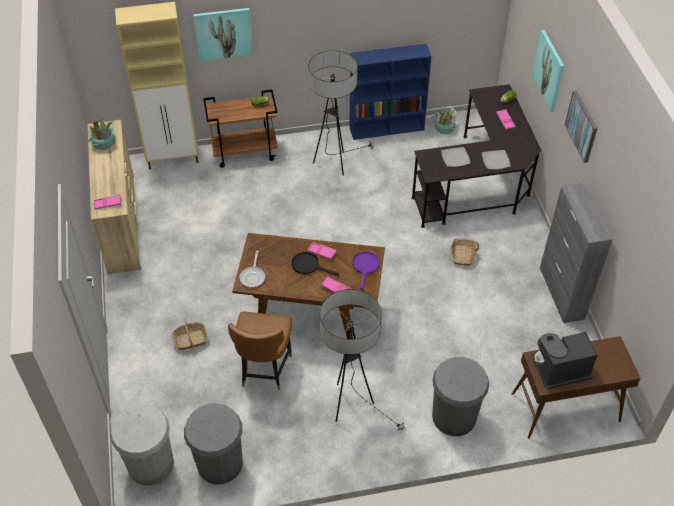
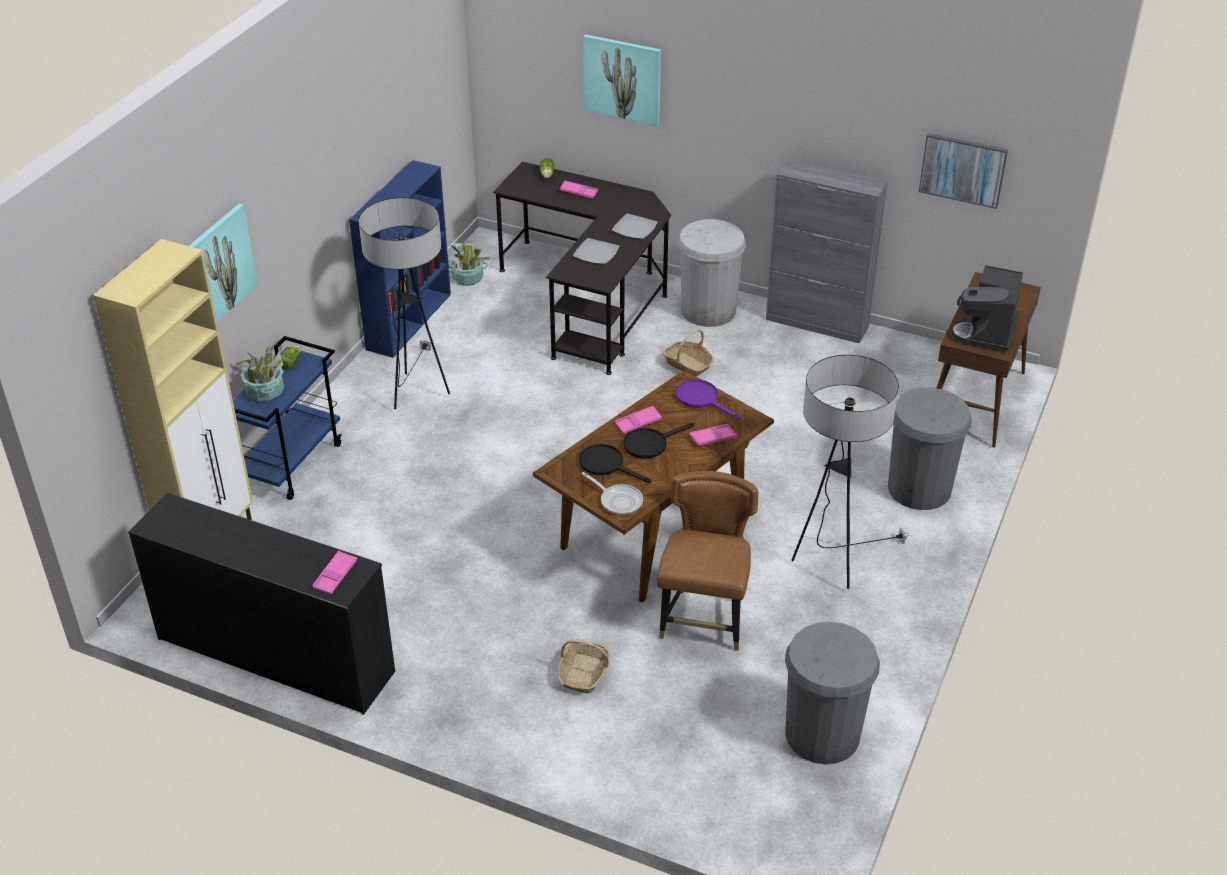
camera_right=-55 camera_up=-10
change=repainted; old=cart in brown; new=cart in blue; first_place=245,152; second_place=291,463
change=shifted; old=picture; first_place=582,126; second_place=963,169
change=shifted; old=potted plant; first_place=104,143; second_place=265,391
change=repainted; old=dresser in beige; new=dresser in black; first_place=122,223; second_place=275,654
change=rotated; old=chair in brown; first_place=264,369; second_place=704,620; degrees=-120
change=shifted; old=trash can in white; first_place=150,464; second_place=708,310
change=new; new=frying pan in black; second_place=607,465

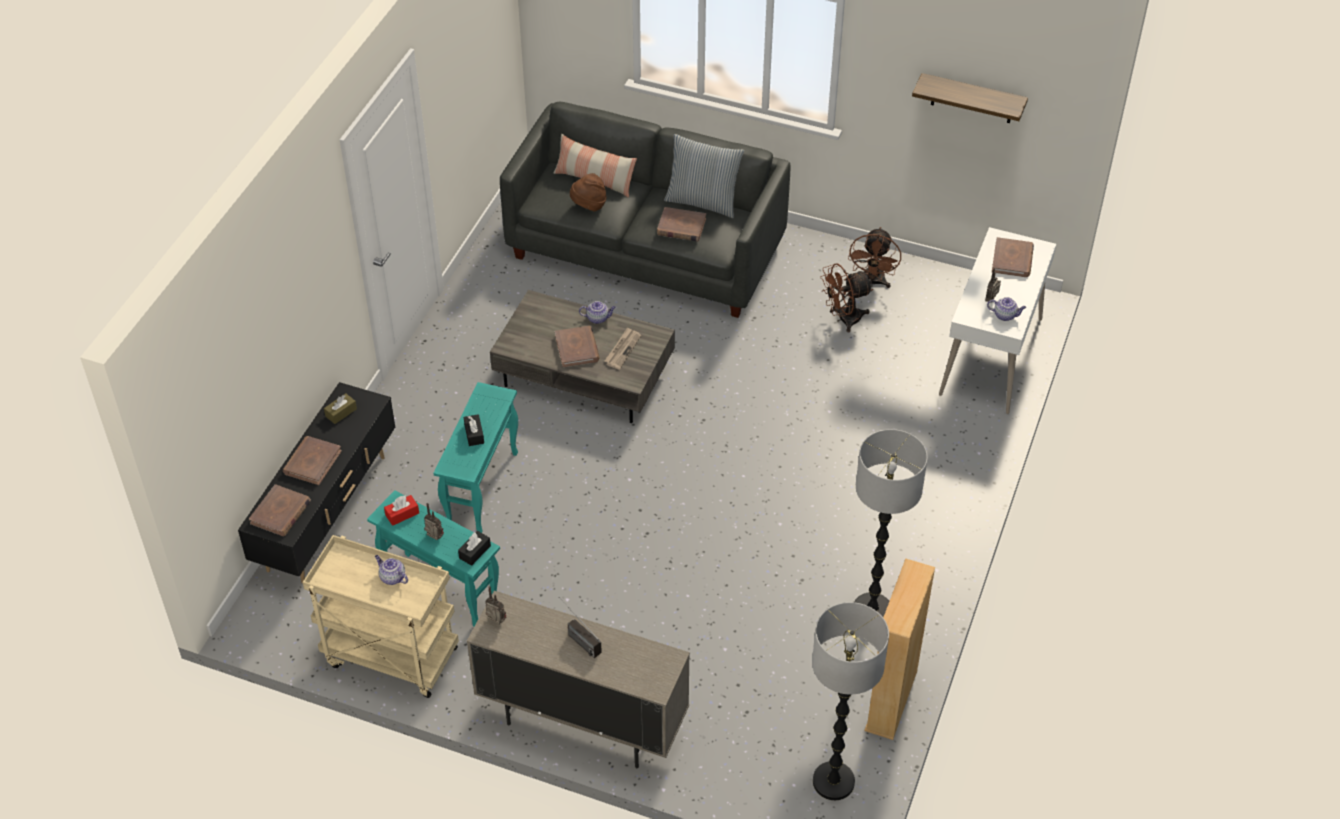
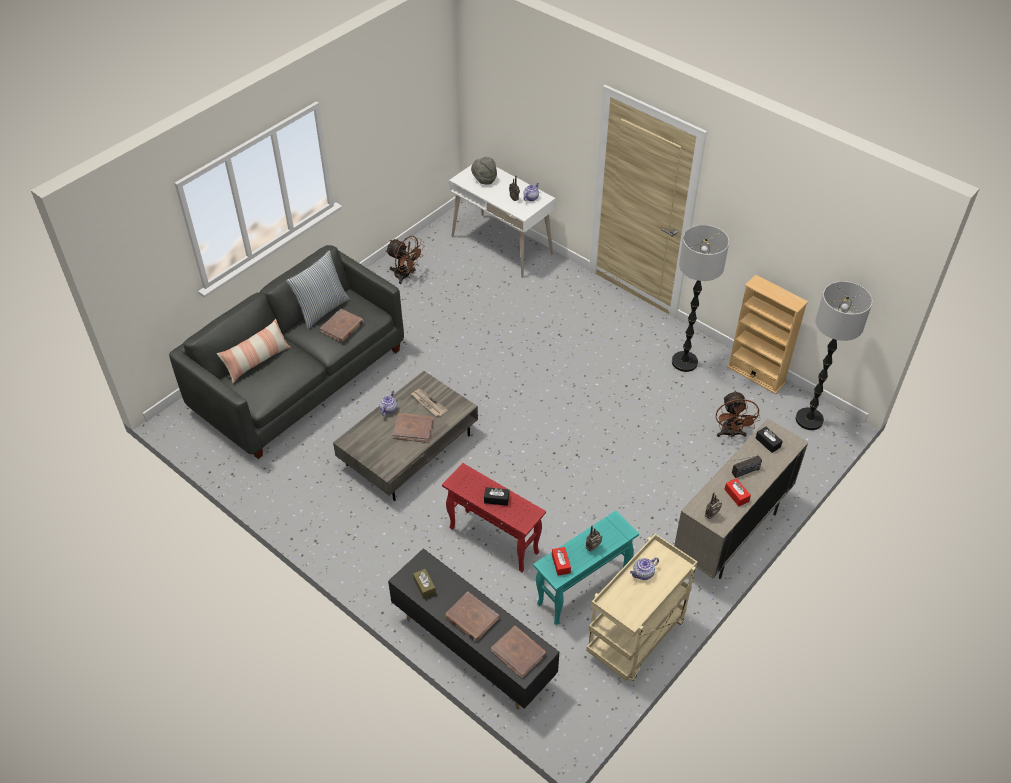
camera_right=-70 camera_up=0
change=gone; old=shelf; first_place=972,99
change=gone; old=hat in brown; first_place=589,205
change=swapped; old=book in brown; new=hat in grey; first_place=1012,260; second_place=484,179
change=shifted; old=fan in brown; first_place=843,319; second_place=731,434
change=repainted; old=side table in turquoise; new=side table in red; first_place=482,489; second_place=494,540
change=shifted; old=tissue box in black; first_place=475,552; second_place=768,442
change=new; new=tissue box in red; second_place=736,495

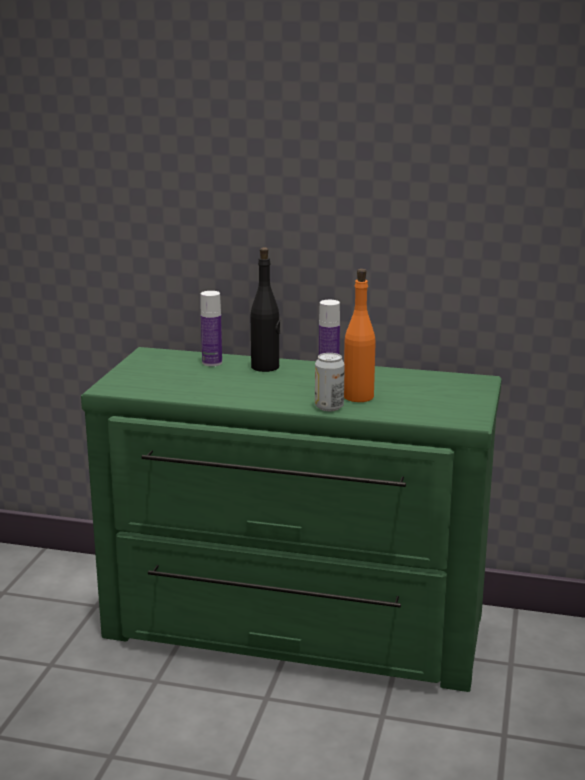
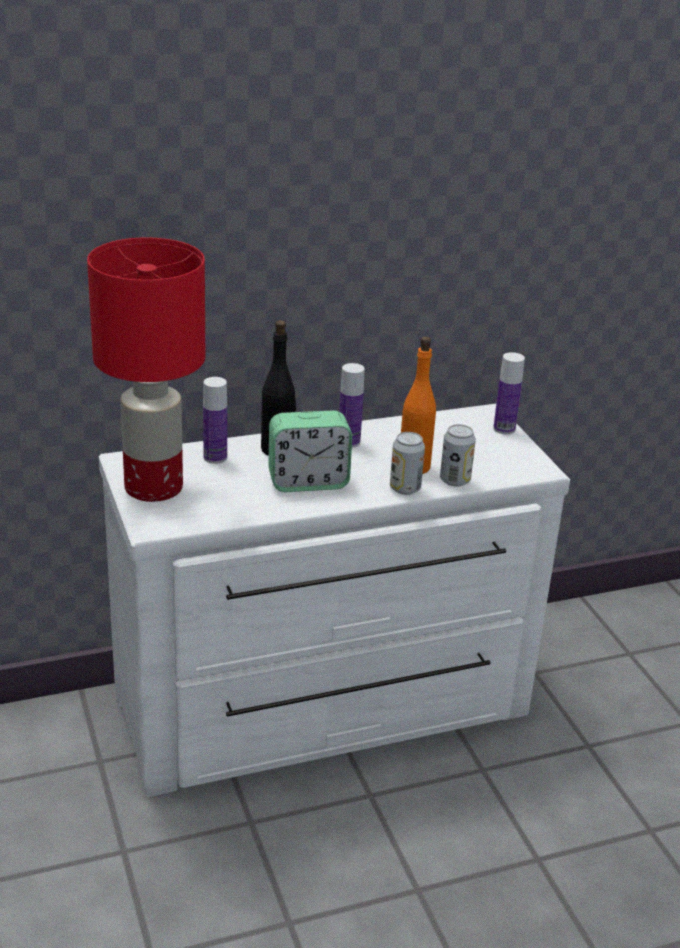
camera_right=-35 camera_up=10
change=repainted; old=dresser in green; new=dresser in white; first_place=293,630; second_place=326,711
change=new; new=table lamp in red; second_place=152,487
change=new; new=bottle; second_place=504,429
change=new; new=alarm clock; second_place=308,482
change=new; new=can; second_place=455,480

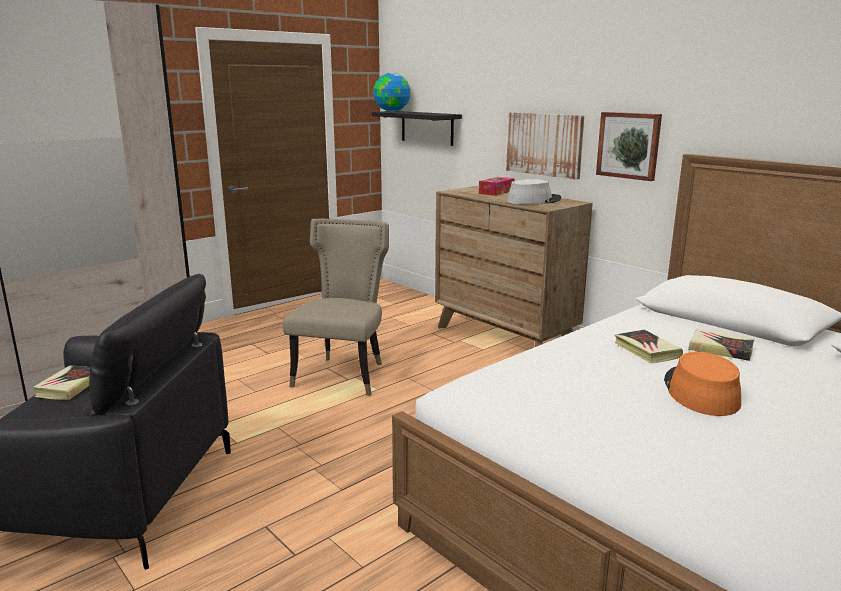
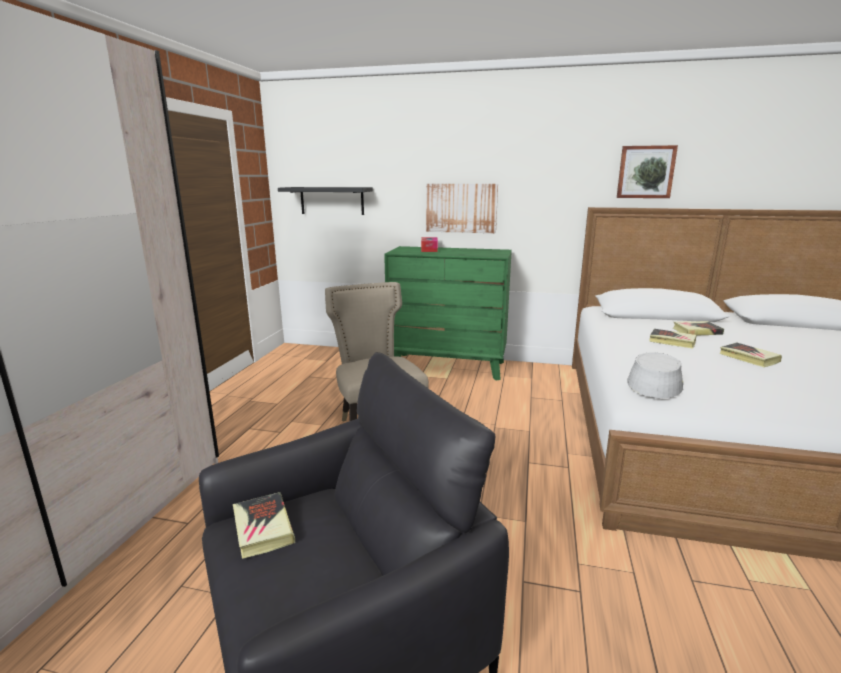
camera_right=-35 camera_up=0
change=gone; old=globe; first_place=391,111
change=shifted; old=picture; first_place=629,145; second_place=645,172
change=shifted; old=hat in grey; first_place=533,200; second_place=654,382
change=repainted; old=dresser in brown; new=dresser in green; first_place=504,337; second_place=447,366
change=swapped; old=hat in orange; new=book; first_place=700,392; second_place=748,358

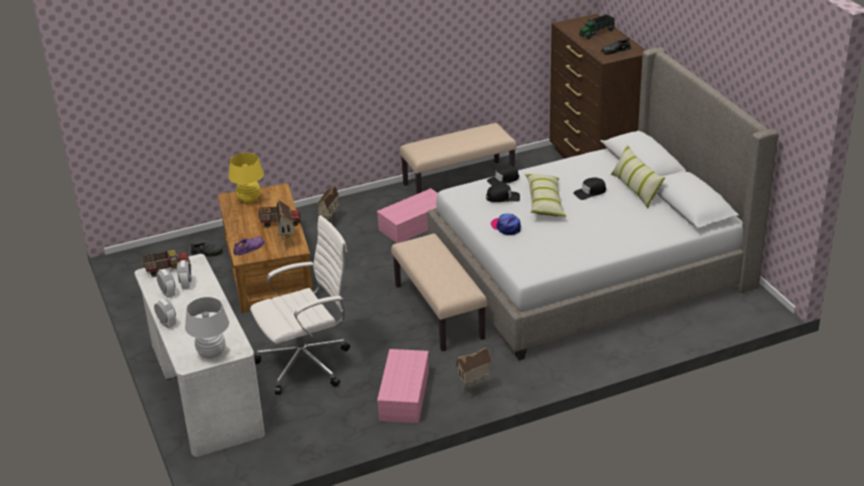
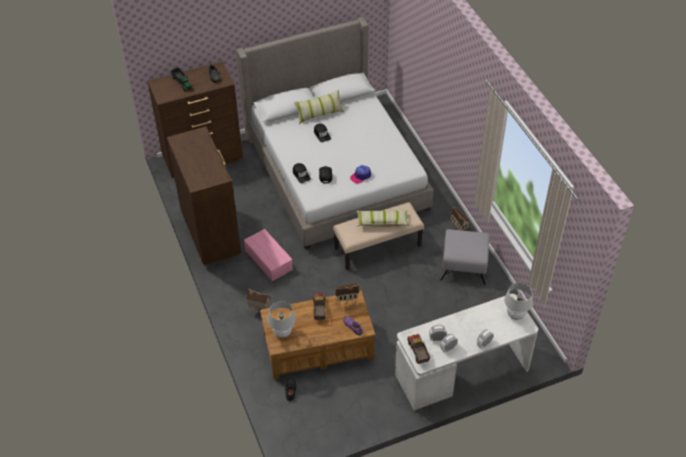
camera_right=-90 camera_up=15
change=swapped; old=bench in beige; new=dresser in brown; first_place=459,181; second_place=211,234
change=repainted; old=table lamp in yellow; new=table lamp in white; first_place=249,199; second_place=282,332
change=shifted; old=pillow; first_place=545,202; second_place=382,222
change=gone; old=office chair in white; first_place=307,364
change=swapped; old=storage box in pink; new=ottoman in grey; first_place=403,394; second_place=463,265

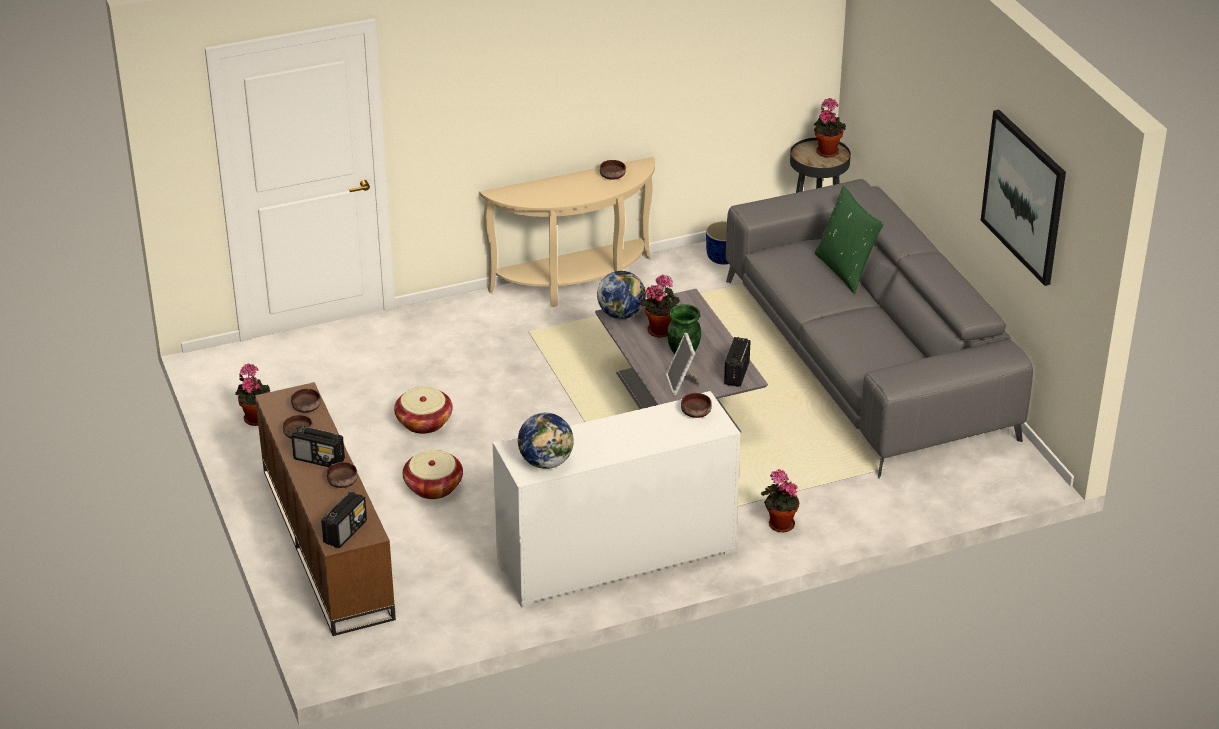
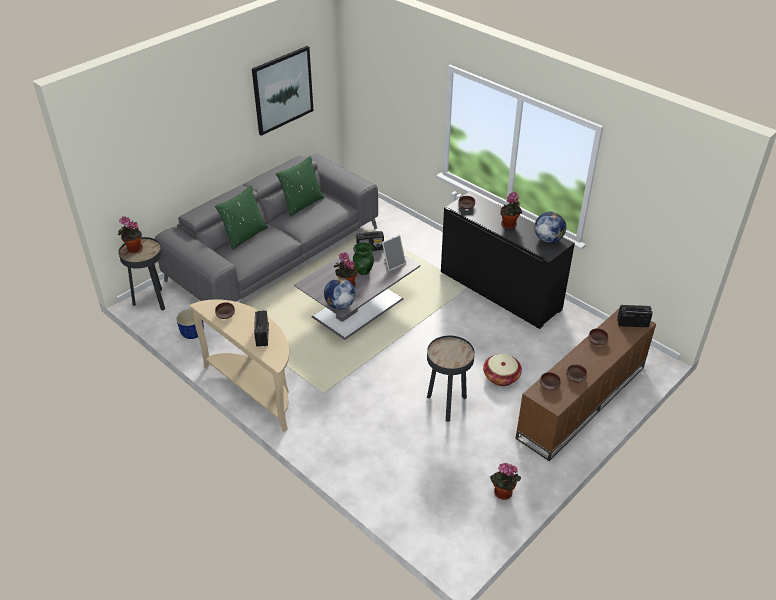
camera_right=-115 camera_up=5
change=swapped; old=basket; new=side table in black; first_place=424,422; second_place=447,405
change=repainted; old=cabinet in white; new=cabinet in black; first_place=616,556; second_place=500,291
change=shifted; old=radio; first_place=319,459; second_place=262,335
change=shifted; old=potted plant; first_place=779,524; second_place=509,225
change=new; new=pillow in green; second_place=302,204

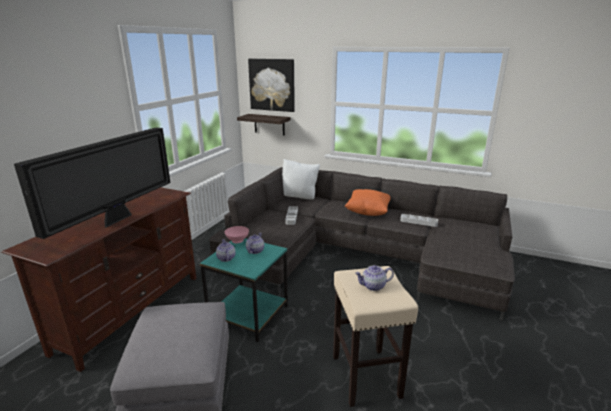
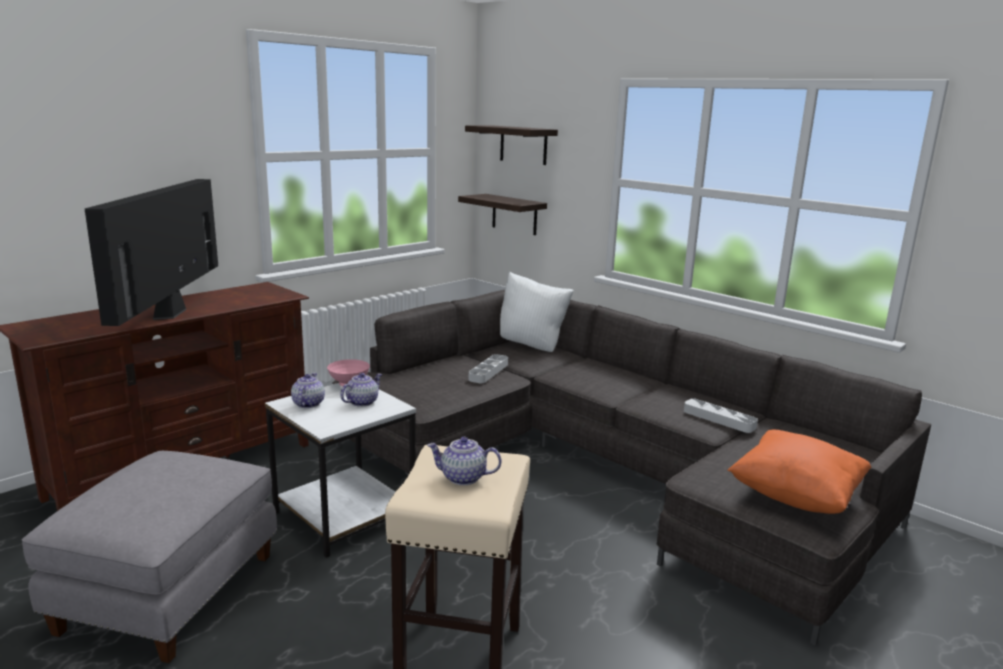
camera_right=20 camera_up=-5
change=swapped; old=picture; new=shelf; first_place=272,85; second_place=523,145
change=rotated; old=television; first_place=117,219; second_place=169,313; degrees=135
change=shifted; old=pillow in orange; first_place=368,212; second_place=796,496
change=repainted; old=side table in turquoise; new=side table in white; first_place=248,314; second_place=345,514

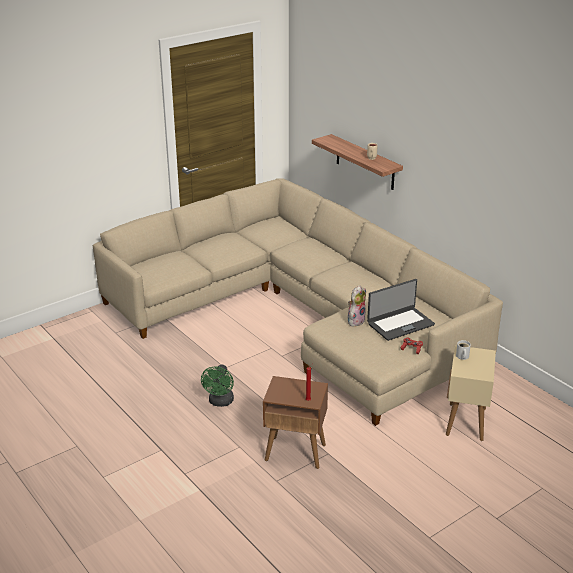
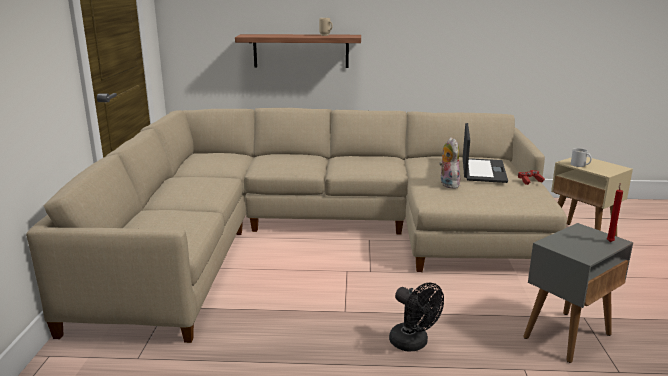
camera_right=-50 camera_up=-10
change=repainted; old=fan in green; new=fan in black; first_place=220,402; second_place=413,344
change=repainted; old=side table in brown; new=side table in grey; first_place=296,452; second_place=567,335

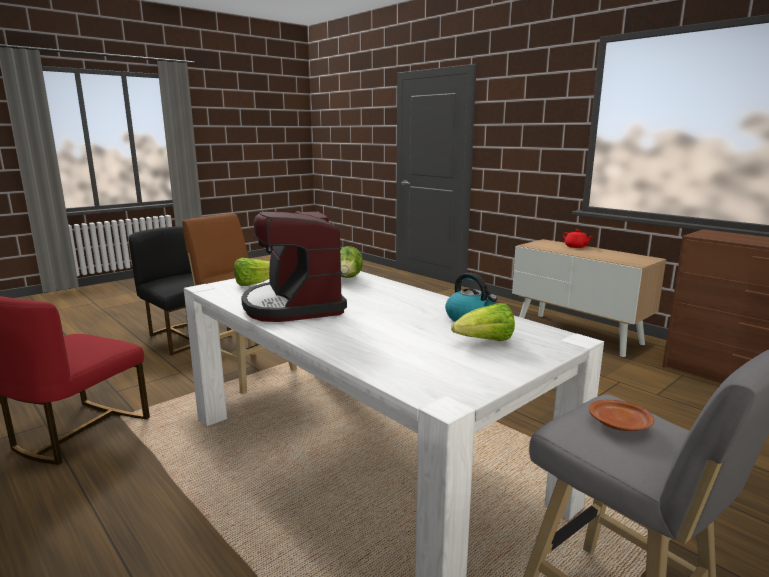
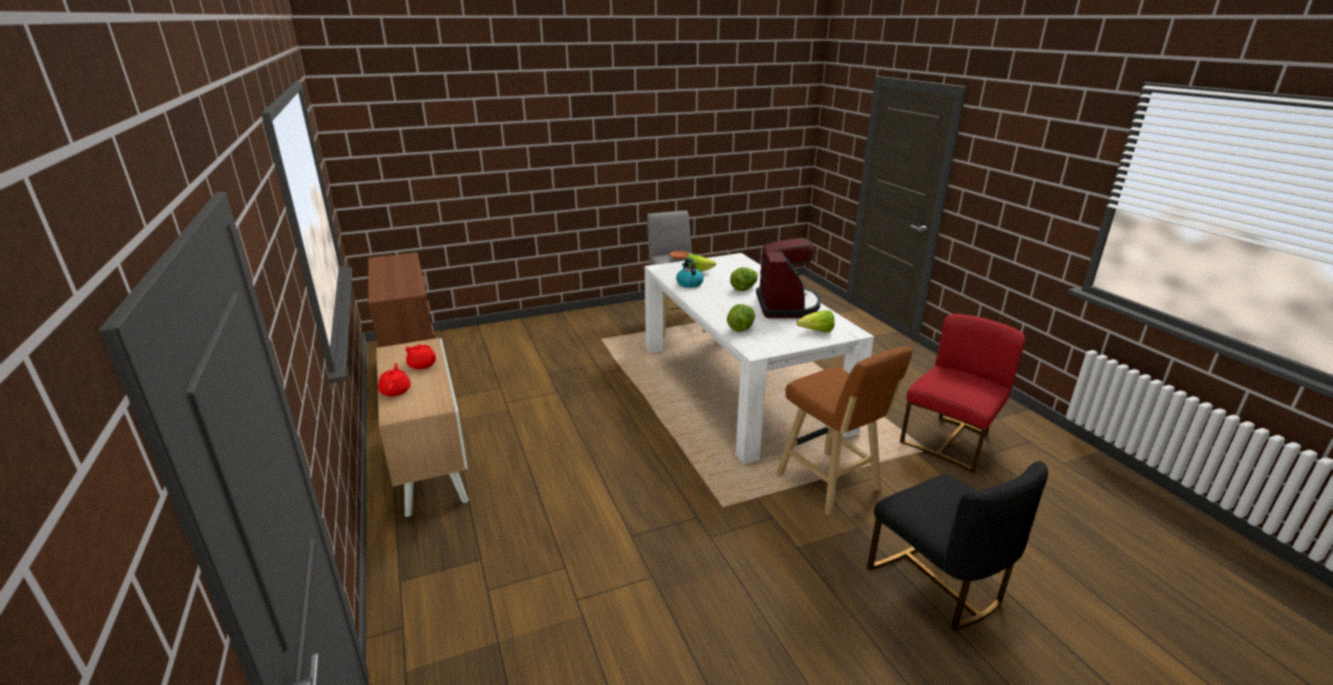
camera_right=-160 camera_up=10
change=new; new=lettuce; second_place=744,288
change=new; new=teapot in red; second_place=422,365

